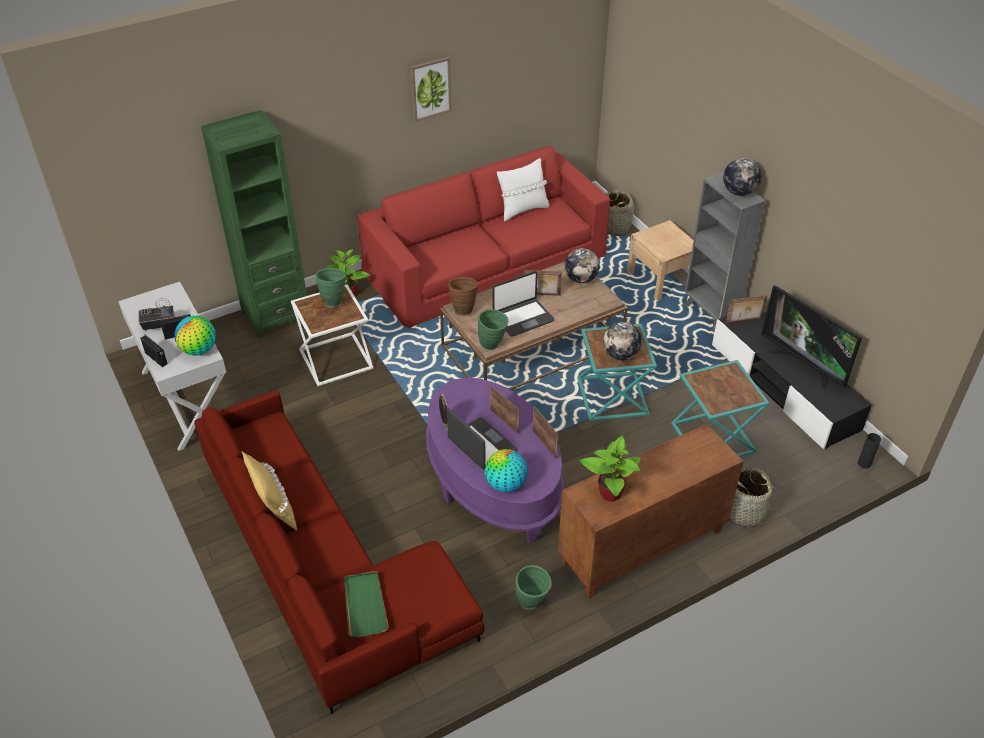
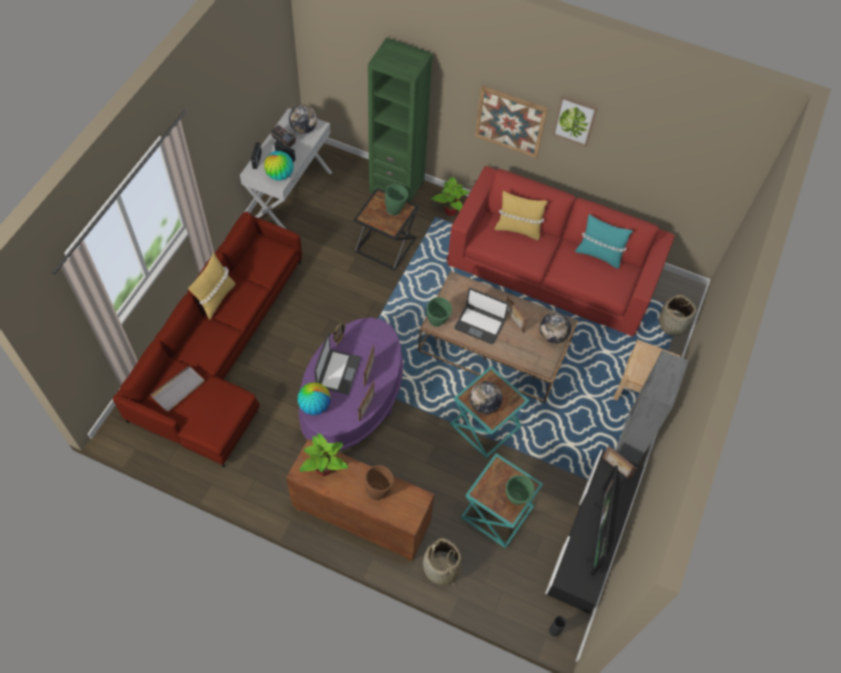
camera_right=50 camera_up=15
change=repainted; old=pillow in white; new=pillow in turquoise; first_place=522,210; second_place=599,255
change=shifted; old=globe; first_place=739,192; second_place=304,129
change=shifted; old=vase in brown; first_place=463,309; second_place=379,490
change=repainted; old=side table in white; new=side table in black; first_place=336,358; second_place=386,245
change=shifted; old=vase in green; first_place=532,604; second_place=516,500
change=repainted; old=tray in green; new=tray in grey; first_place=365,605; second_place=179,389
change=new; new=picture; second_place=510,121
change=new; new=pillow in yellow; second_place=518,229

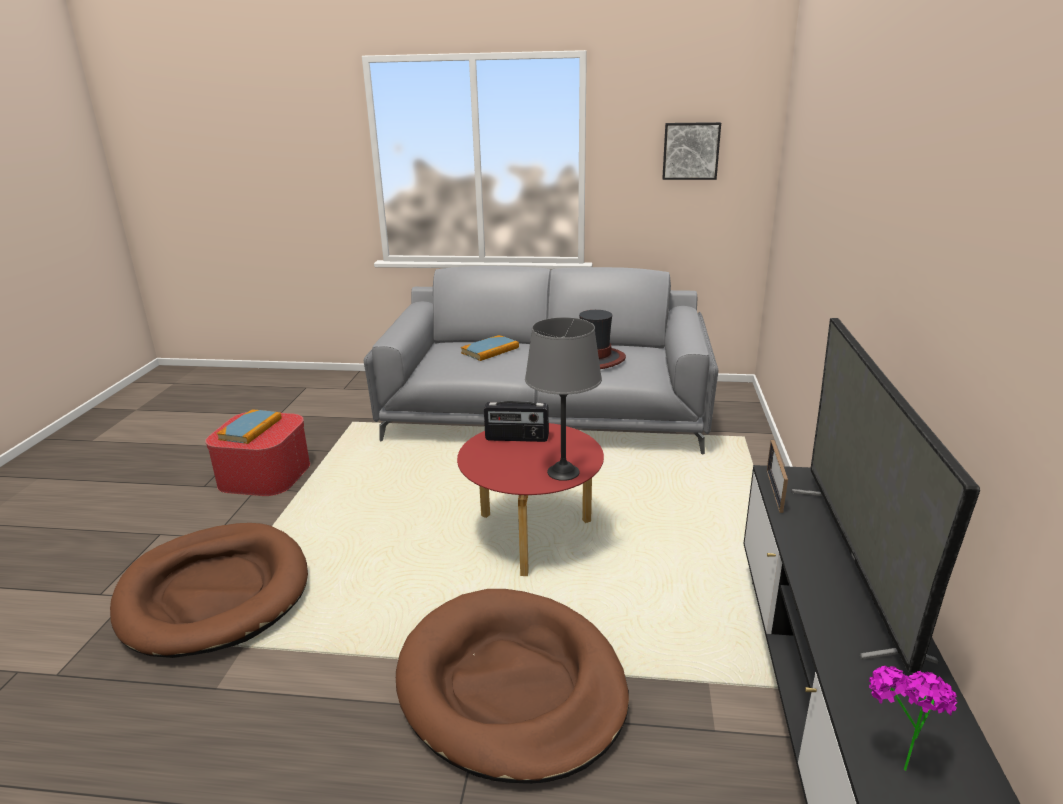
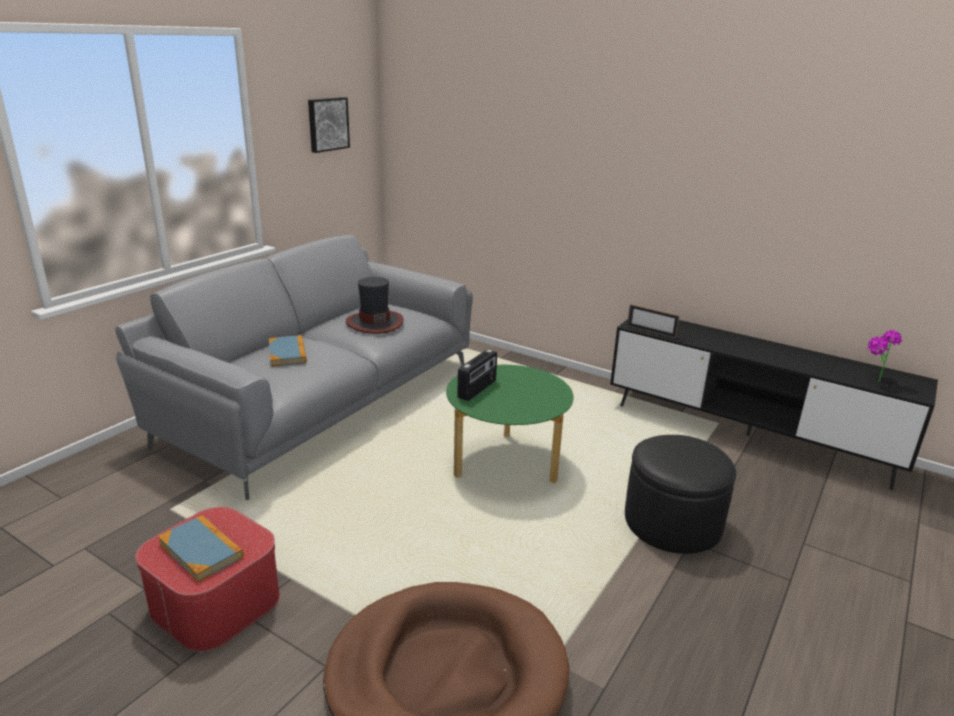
camera_right=-65 camera_up=0
change=gone; old=table lamp in grey; first_place=563,472
change=gone; old=television; first_place=853,562
change=repainted; old=coffee table in red; new=coffee table in green; first_place=532,536; second_place=506,464
change=swapped; old=dog bed in brown; new=ottoman in black; first_place=511,687; second_place=672,522

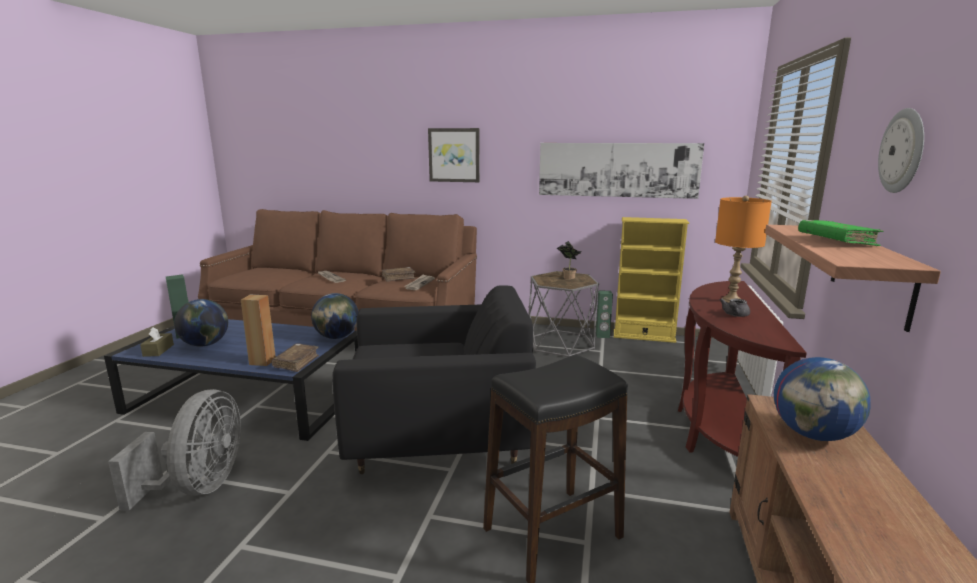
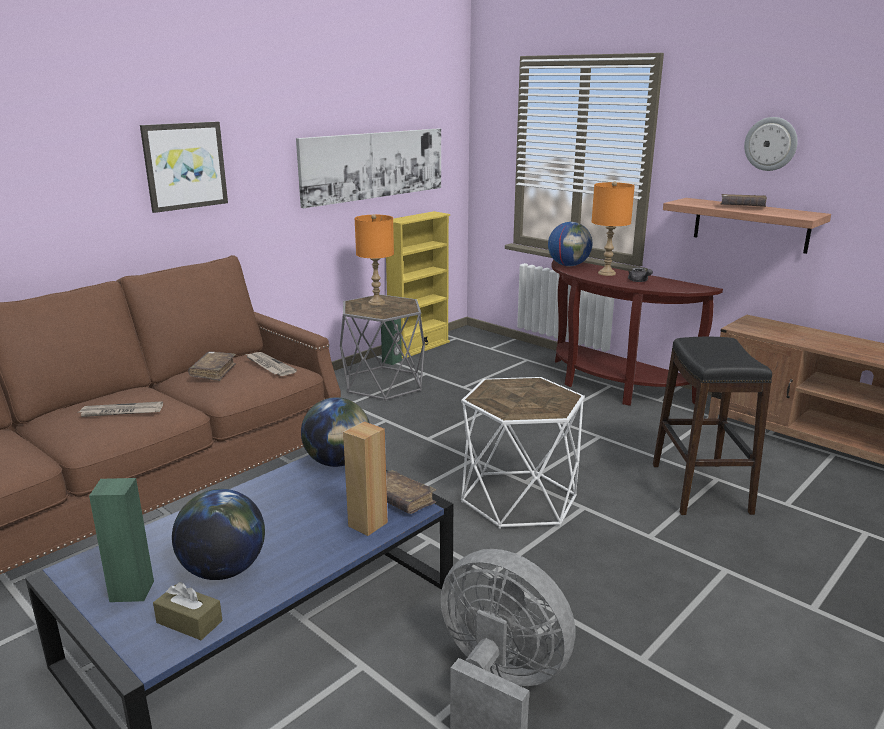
camera_right=-60 camera_up=5
change=repainted; old=book in green; new=book in brown; first_place=836,241; second_place=742,207
change=swapped; old=potted plant; new=table lamp in orange; first_place=568,277; second_place=376,302
change=swapped; old=armchair in black; new=side table in white; first_place=439,437; second_place=518,499
change=shifted; old=globe; first_place=813,434; second_place=568,265

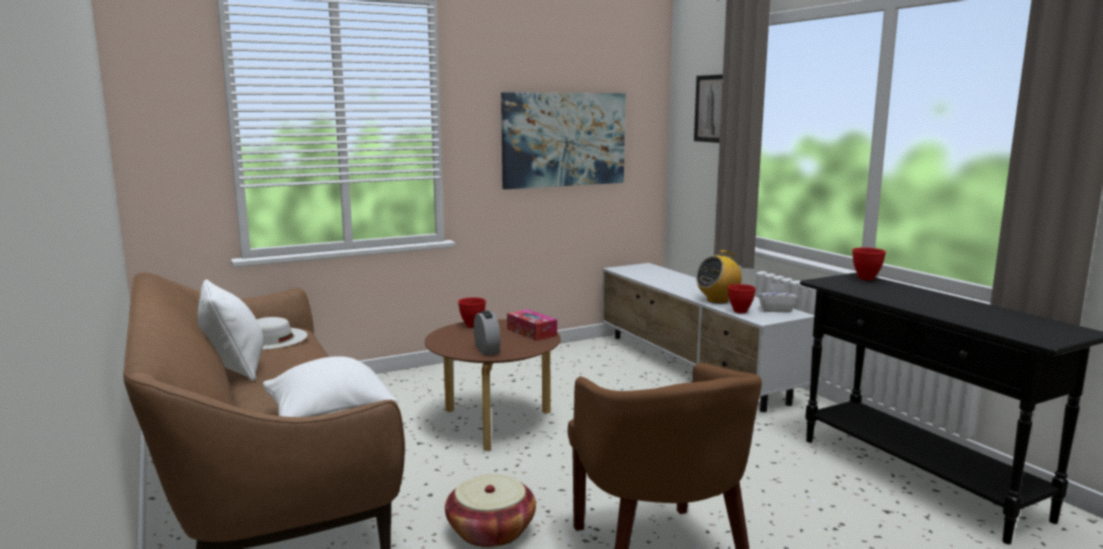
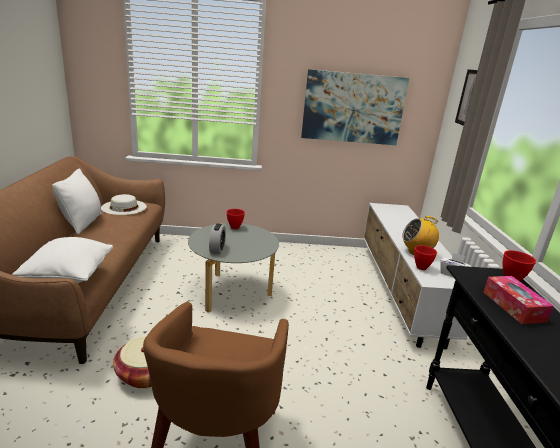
camera_right=25 camera_up=10
change=shifted; old=tissue box; first_place=531,332; second_place=513,306
change=repainted; old=coffee table in brown; new=coffee table in grey; first_place=494,422; second_place=232,292

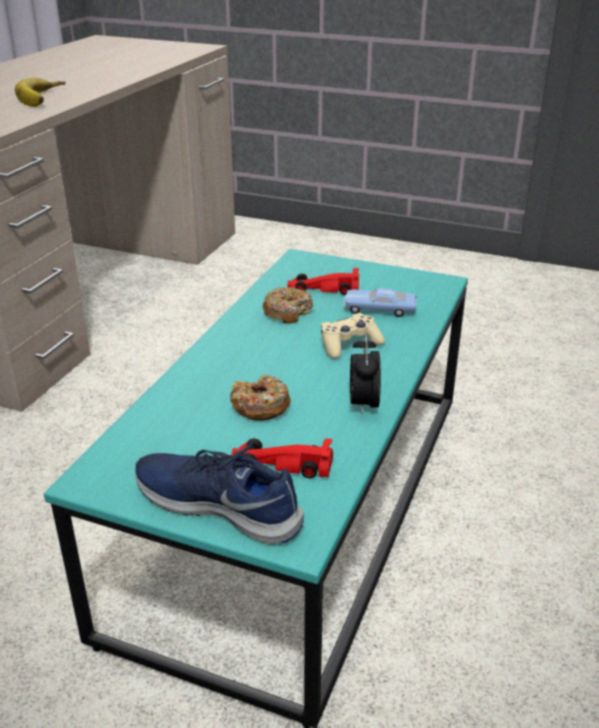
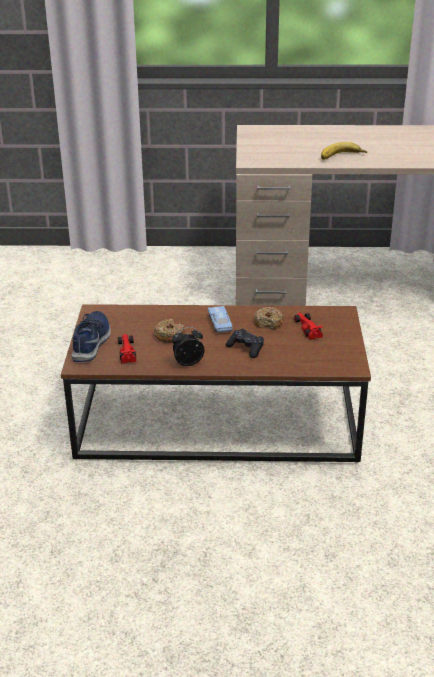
camera_right=70 camera_up=0
change=repainted; old=coffee table in turquoise; new=coffee table in brown; first_place=299,504; second_place=217,422
change=shifted; old=toy car in blue; first_place=379,309; second_place=220,323
change=repainted; old=game controller in beige; new=game controller in black; first_place=349,344; second_place=246,348

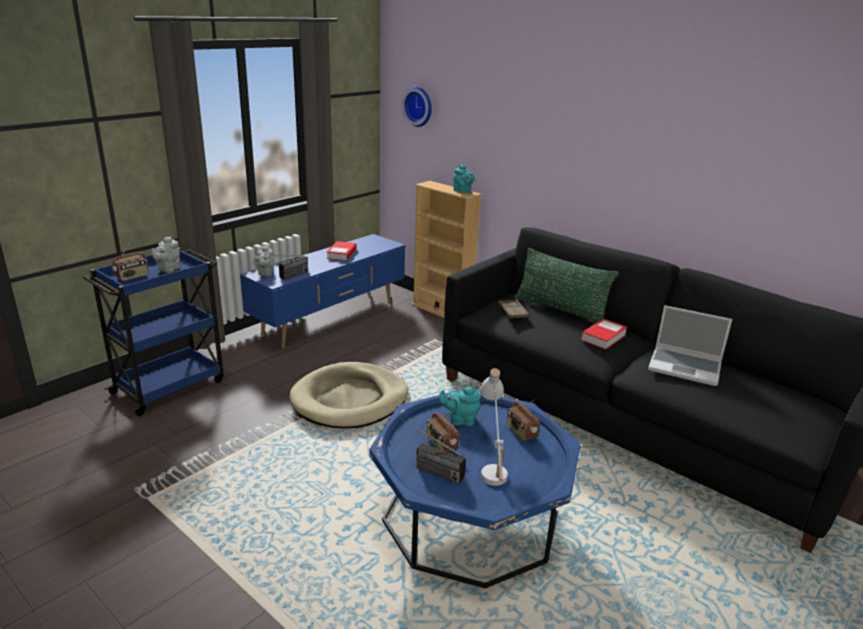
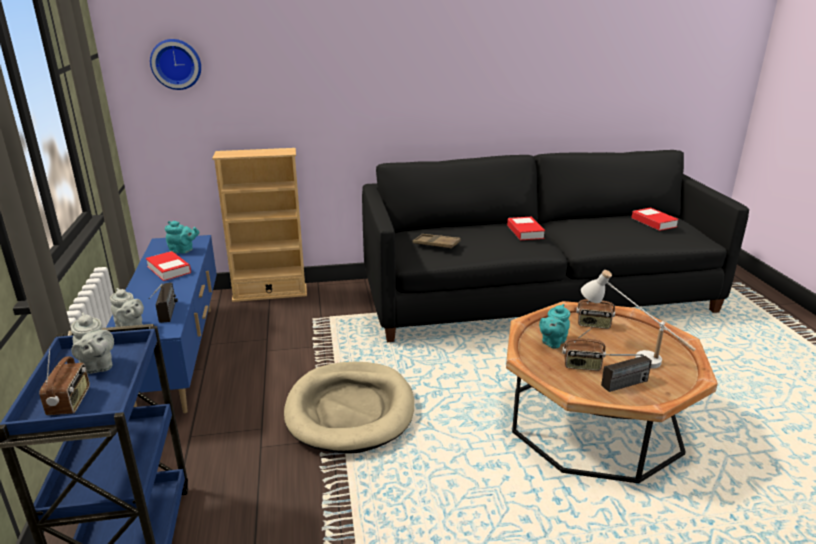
camera_right=-50 camera_up=0
change=shifted; old=teapot in turquoise; first_place=463,192; second_place=183,251
change=gone; old=pillow in green; first_place=560,310
change=gone; old=laptop; first_place=685,367
change=repainted; old=coffee table in blue; new=coffee table in brown; first_place=470,518; second_place=594,422
change=new; new=book; second_place=653,222

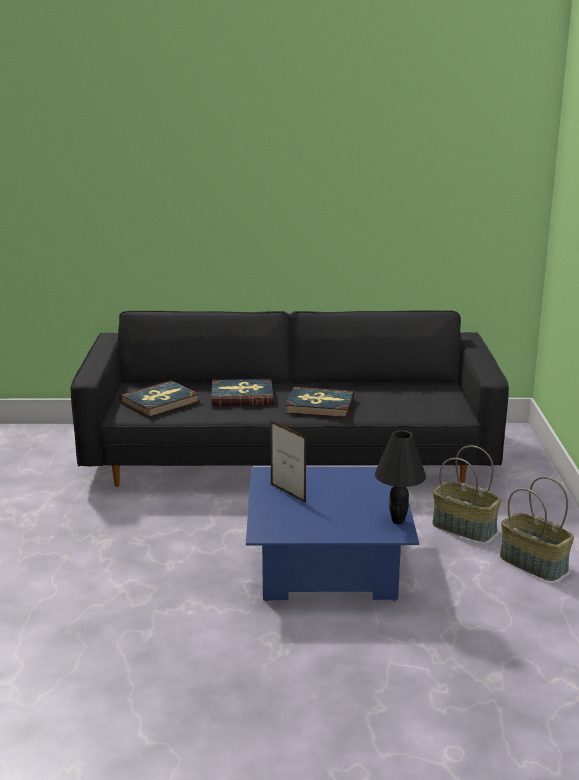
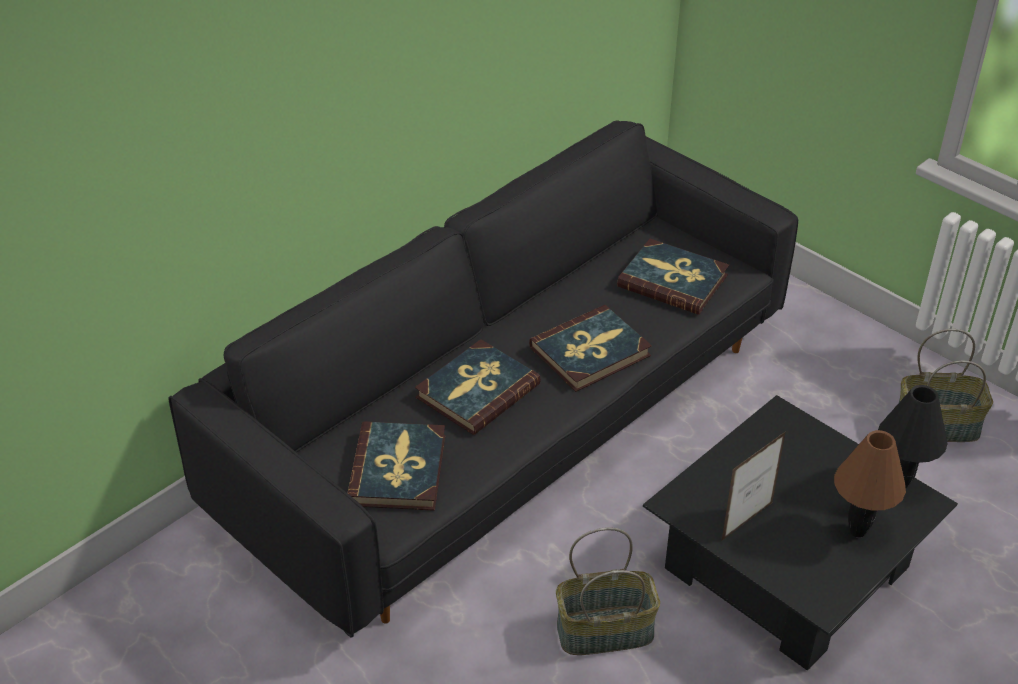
camera_right=-45 camera_up=20
change=rotated; old=picture frame; first_place=288,493; second_place=747,521; degrees=-45
change=shifted; old=basket; first_place=465,528; second_place=605,630
change=repainted; old=coffee table in blue; new=coffee table in black; first_place=327,565; second_place=786,568
change=new; new=book; second_place=673,280
change=new; new=table lamp in brown; second_place=857,530

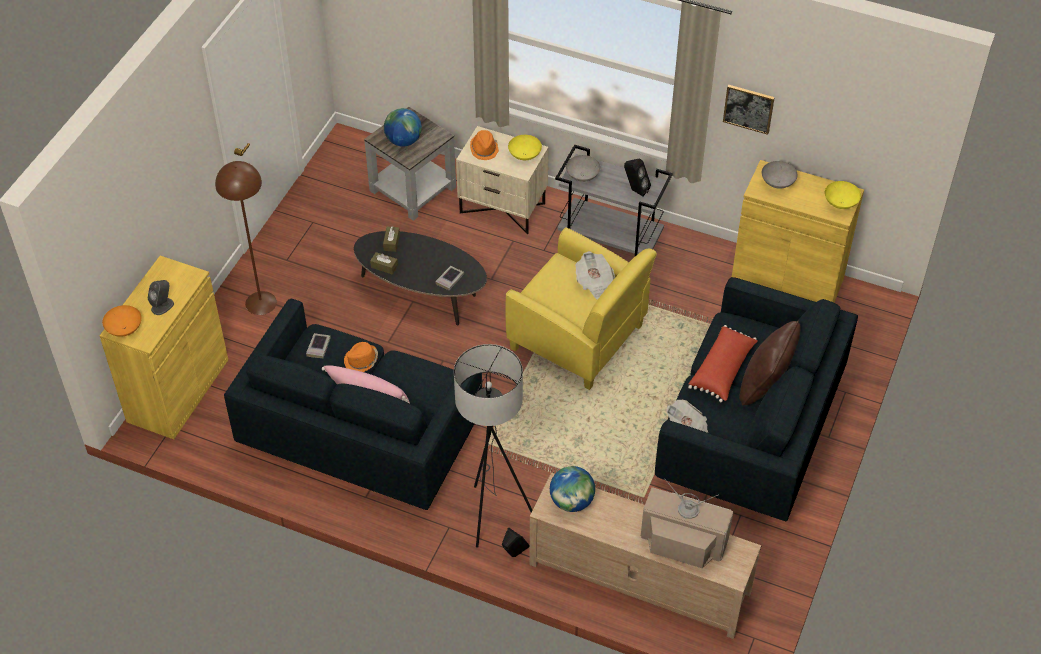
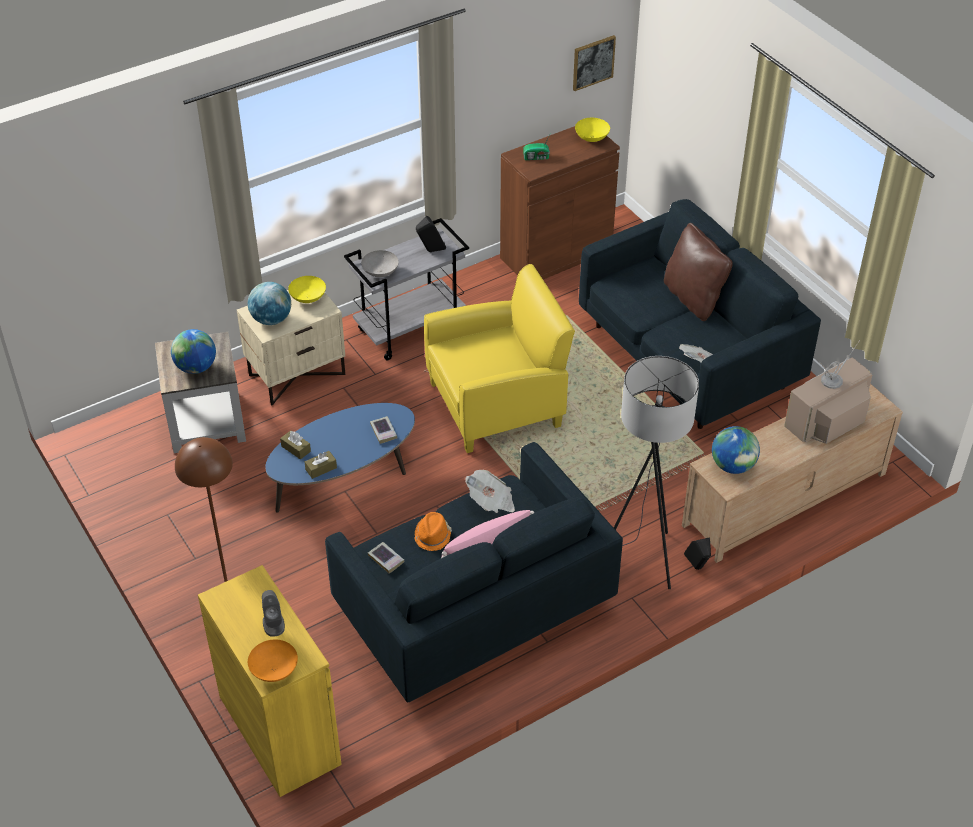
camera_right=-55 camera_up=-5
change=shifted; old=picture; first_place=748,108; second_place=593,62
change=swapped; old=hat in orange; new=globe; first_place=484,149; second_place=271,319
change=repainted; old=cabinet in yellow; new=cabinet in brown; first_place=787,281; second_place=556,254
change=swapped; old=bowl in grey; new=radio; first_place=778,183; second_place=537,157
change=repainted; old=coffee table in black; new=coffee table in blue; first_place=422,296; second_place=345,481
change=shifted; old=newspaper; first_place=595,283; second_place=491,501
change=gone; old=pillow in red; first_place=723,370

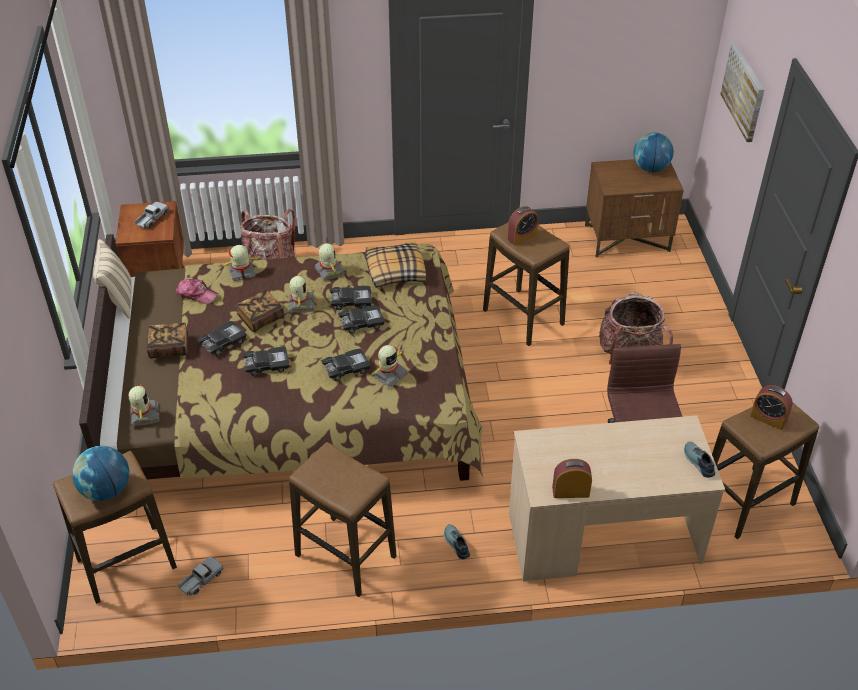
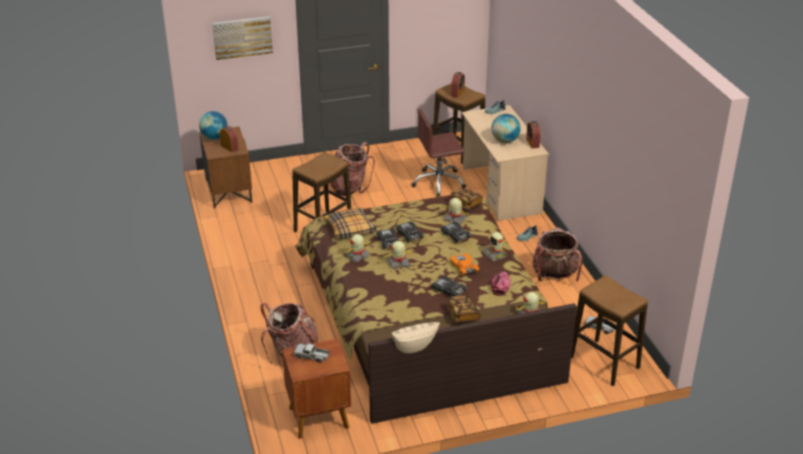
camera_right=-100 camera_up=-10
change=shifted; old=alarm clock; first_place=522,237; second_place=229,147
change=shifted; old=toy robot; first_place=242,272; second_place=495,254
change=shifted; old=cap; first_place=196,294; second_place=500,285
change=shifted; old=book; first_place=260,318; second_place=466,204
change=repainted; old=toy car in black; new=toy car in orange; first_place=266,365; second_place=464,268
change=swapped; old=stool; new=backpack; first_place=345,556; second_place=554,275
change=shifted; old=globe; first_place=106,490; second_place=505,141

